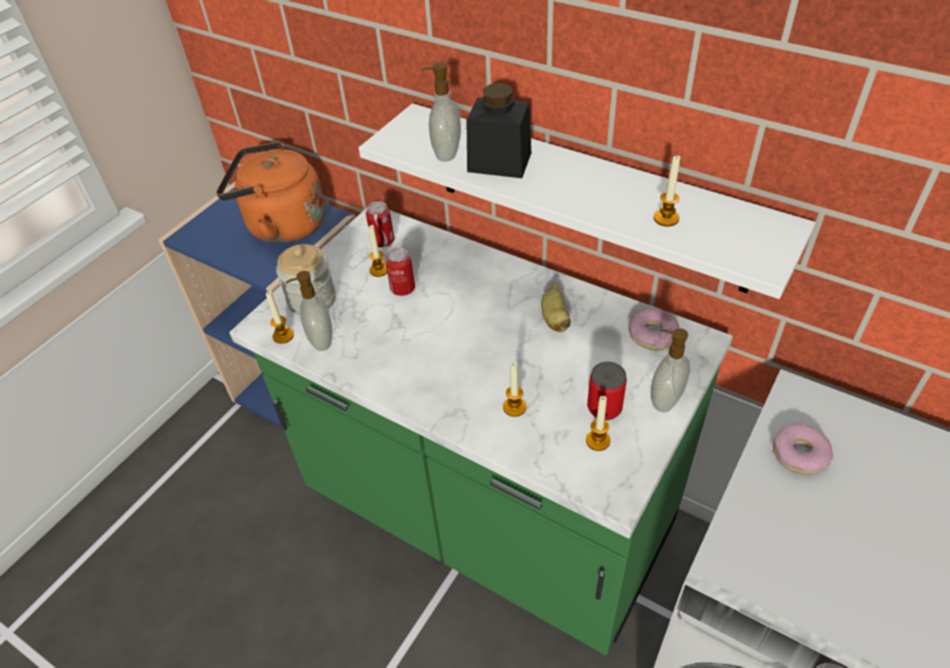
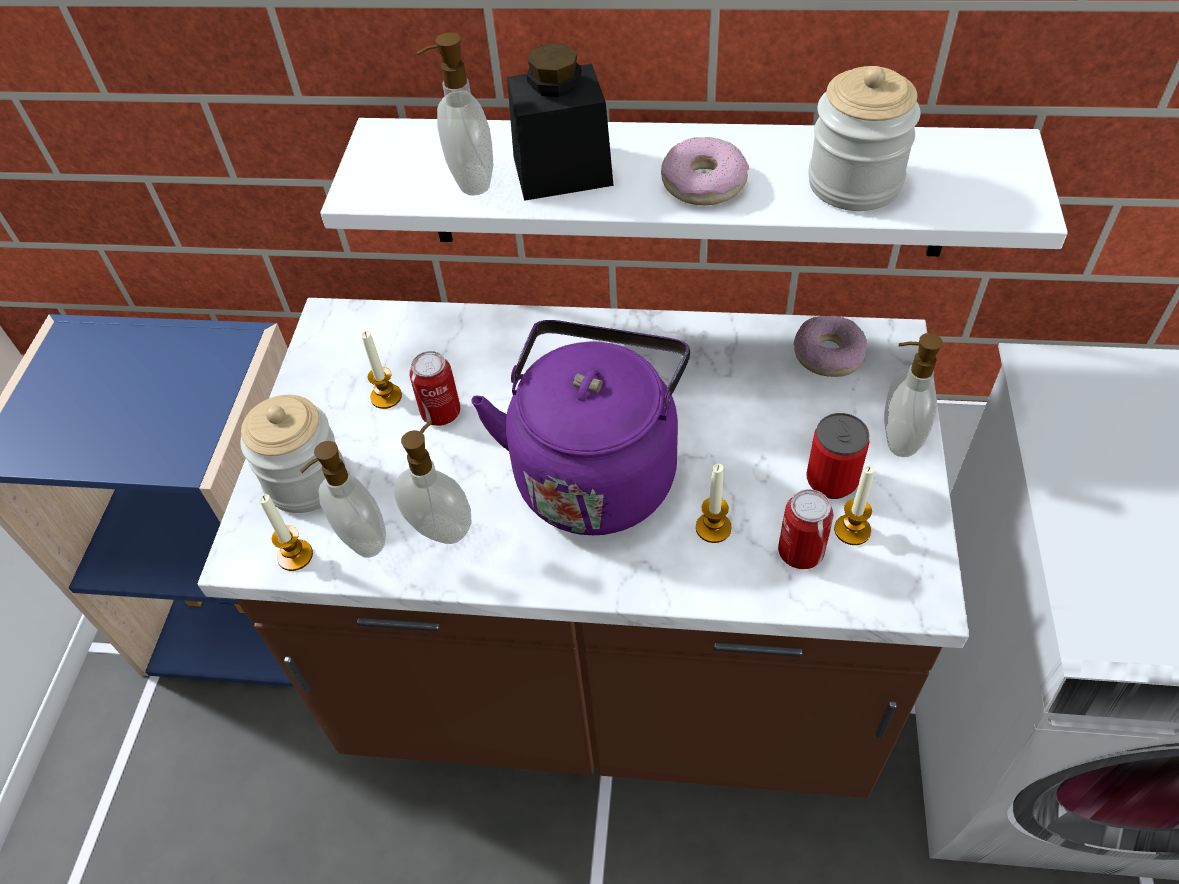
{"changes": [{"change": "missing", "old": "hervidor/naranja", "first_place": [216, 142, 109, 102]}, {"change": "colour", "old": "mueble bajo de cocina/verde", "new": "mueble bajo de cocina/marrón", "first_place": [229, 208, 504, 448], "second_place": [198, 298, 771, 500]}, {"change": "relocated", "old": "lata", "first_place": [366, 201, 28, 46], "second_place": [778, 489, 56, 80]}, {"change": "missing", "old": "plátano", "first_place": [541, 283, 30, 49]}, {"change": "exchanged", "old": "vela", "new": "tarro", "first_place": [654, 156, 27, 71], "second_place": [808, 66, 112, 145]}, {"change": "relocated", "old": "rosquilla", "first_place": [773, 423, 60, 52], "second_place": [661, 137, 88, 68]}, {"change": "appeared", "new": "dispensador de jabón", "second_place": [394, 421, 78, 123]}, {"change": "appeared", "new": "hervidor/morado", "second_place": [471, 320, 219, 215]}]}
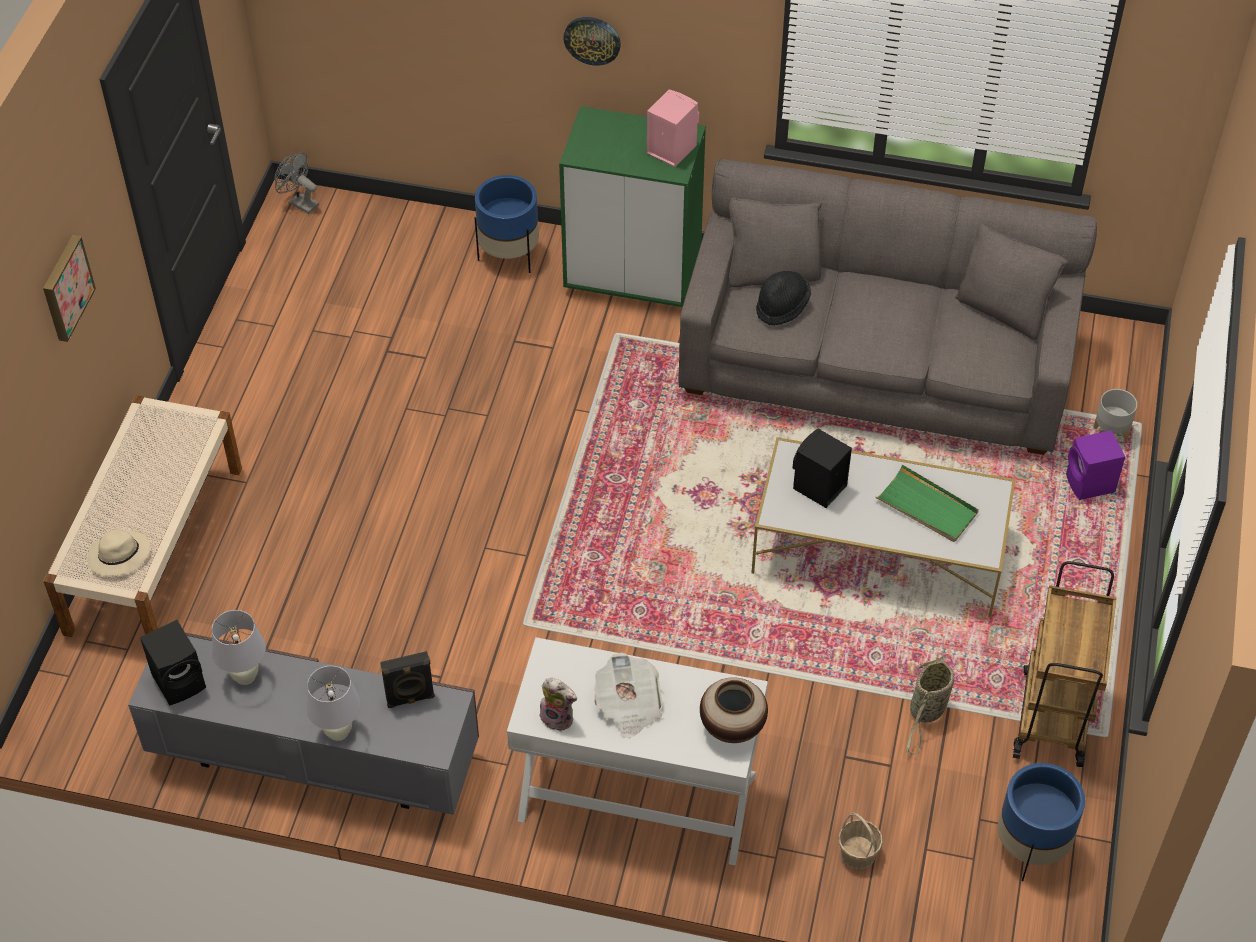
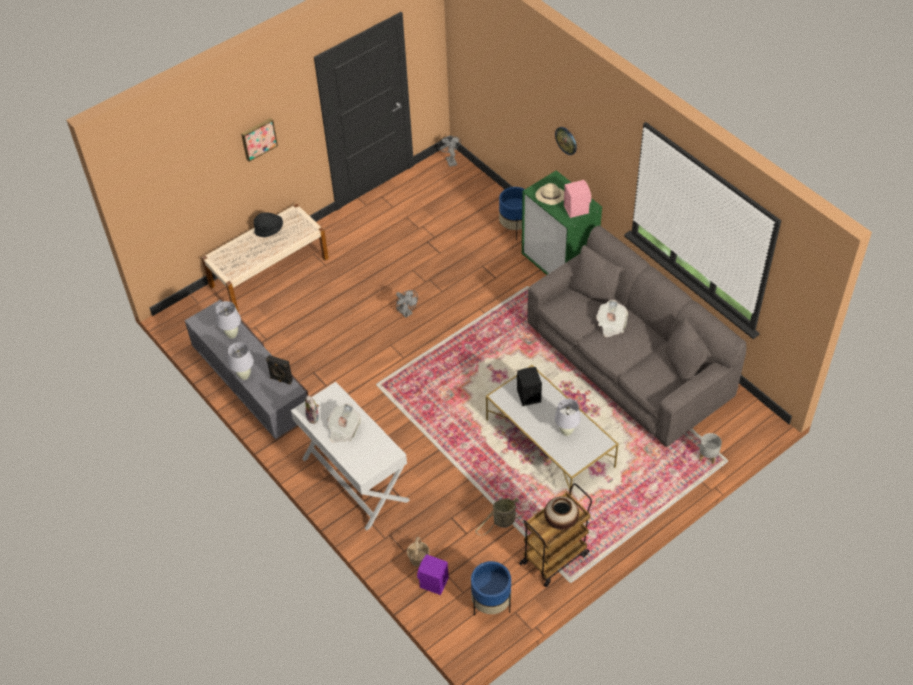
{"changes": [{"change": "relocated", "old": "sombrero/beis", "first_place": [87, 530, 63, 46], "second_place": [535, 183, 29, 22]}, {"change": "missing", "old": "altavoz/negro", "first_place": [140, 620, 66, 85]}, {"change": "relocated", "old": "florero", "first_place": [700, 677, 68, 66], "second_place": [544, 496, 35, 34]}, {"change": "relocated", "old": "sombrero/negro", "first_place": [756, 271, 55, 54], "second_place": [254, 212, 29, 25]}, {"change": "exchanged", "old": "bandeja/verde", "new": "lámpara de mesa/blanco", "first_place": [876, 464, 103, 78], "second_place": [554, 398, 27, 38]}, {"change": "relocated", "old": "altavoz/morado", "first_place": [1066, 430, 59, 70], "second_place": [417, 554, 32, 41]}, {"change": "appeared", "new": "ventilador/gris", "second_place": [396, 290, 22, 28]}, {"change": "appeared", "new": "periódico", "second_place": [596, 300, 32, 37]}]}
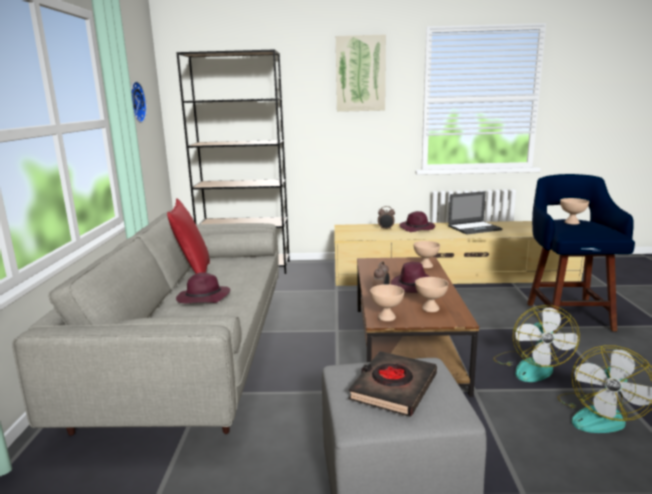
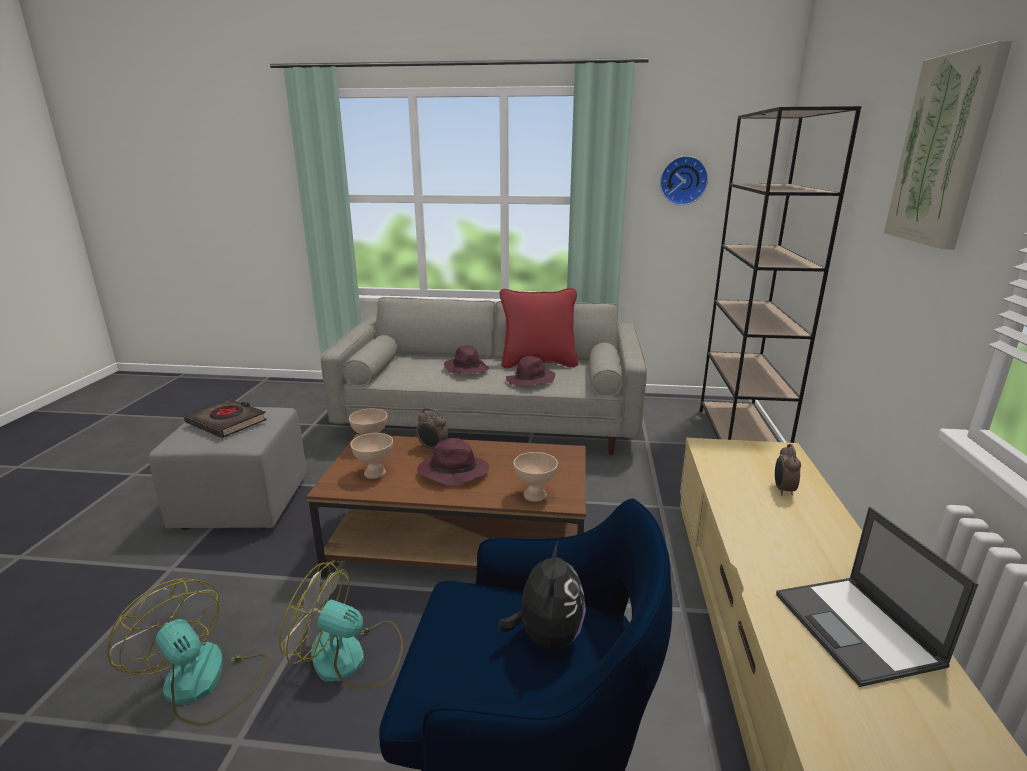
{"changes": [{"change": "relocated", "old": "sombrero/morado", "first_place": [399, 211, 36, 21], "second_place": [506, 356, 49, 30]}, {"change": "exchanged", "old": "cuenco/beis", "new": "peluche", "first_place": [560, 198, 29, 26], "second_place": [498, 541, 88, 110]}]}
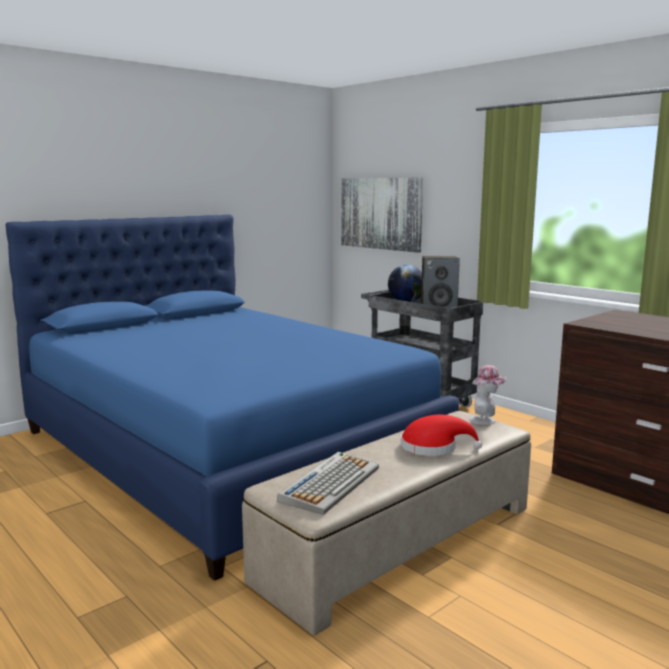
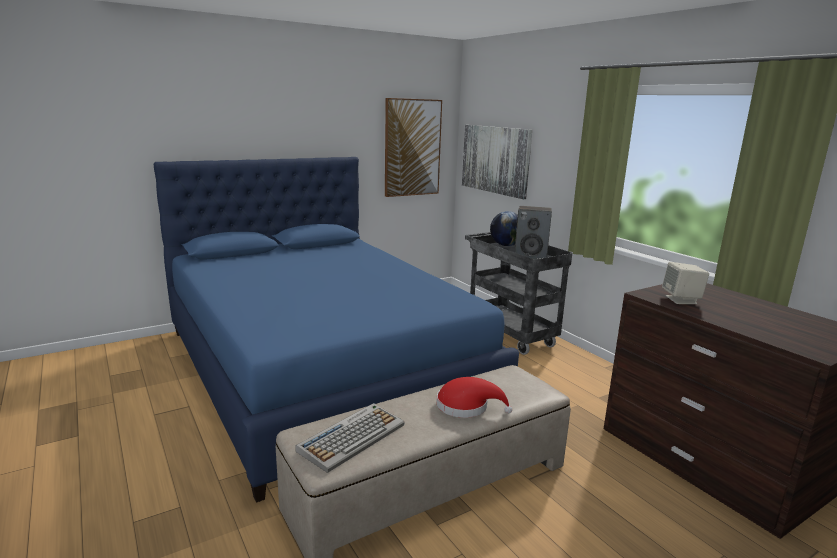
{"changes": [{"change": "missing", "old": "sombrero", "first_place": [469, 365, 38, 60]}, {"change": "appeared", "new": "cuadro", "second_place": [385, 98, 57, 99]}, {"change": "appeared", "new": "altavoz/beis", "second_place": [662, 262, 47, 42]}]}
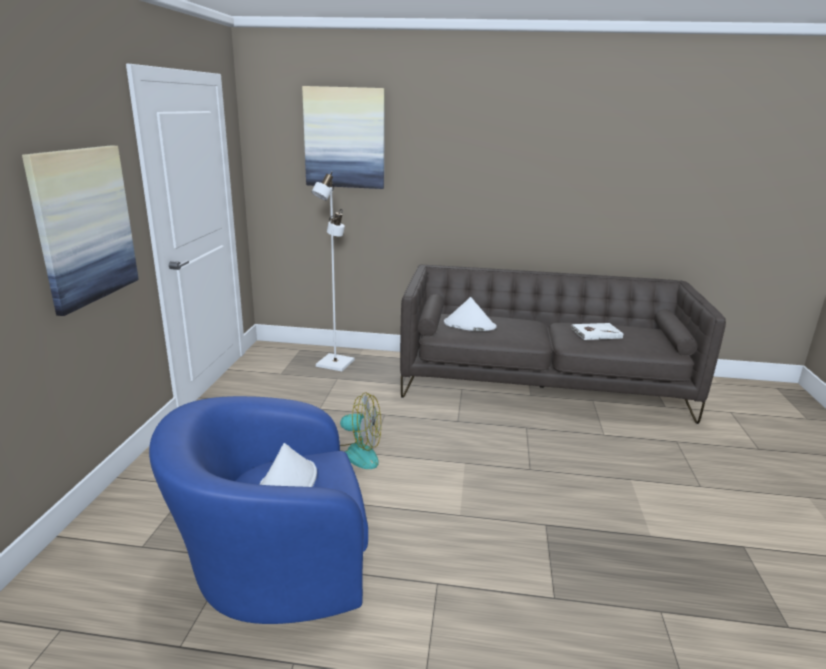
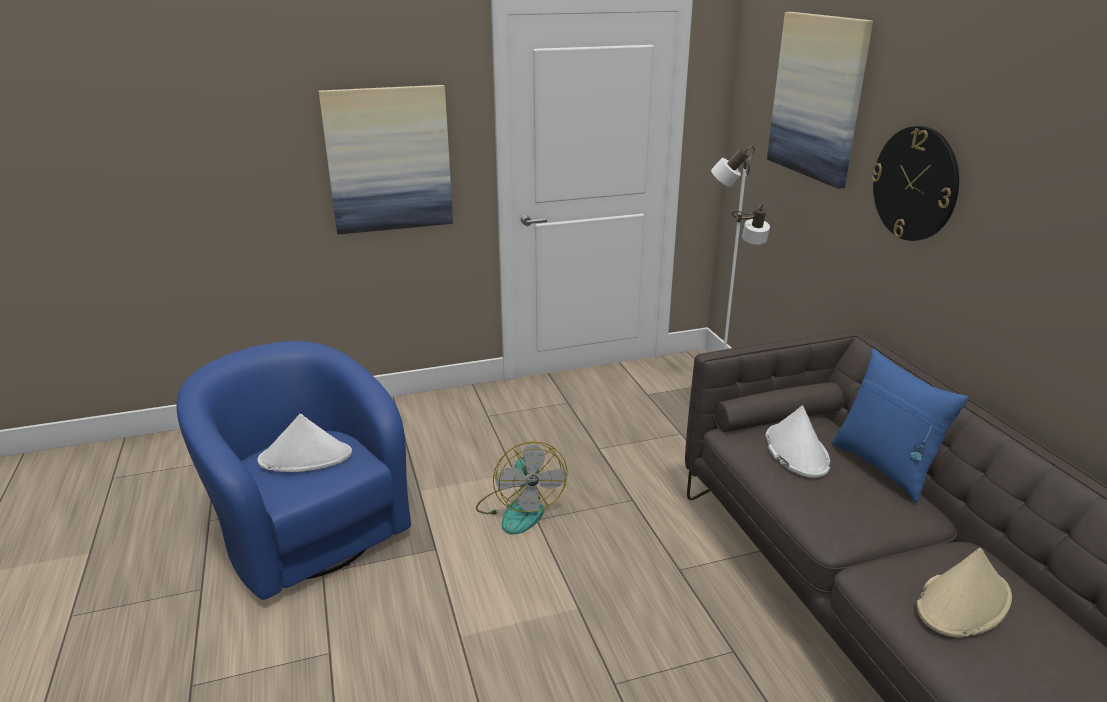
{"changes": [{"change": "exchanged", "old": "libro/blanco", "new": "sombrero/beis", "first_place": [571, 323, 52, 17], "second_place": [916, 548, 96, 89]}, {"change": "appeared", "new": "cojín/azul", "second_place": [831, 349, 137, 154]}, {"change": "appeared", "new": "reloj de pared", "second_place": [871, 126, 88, 115]}]}
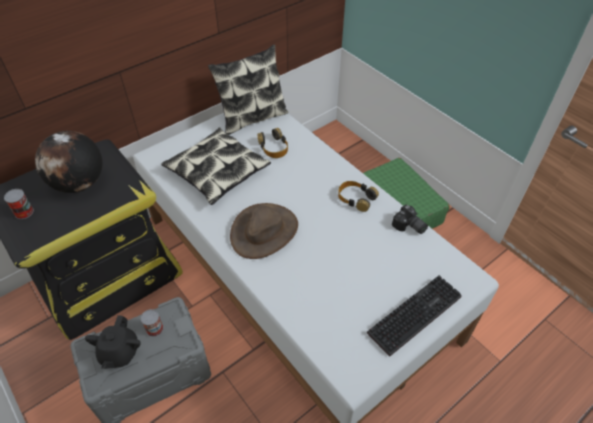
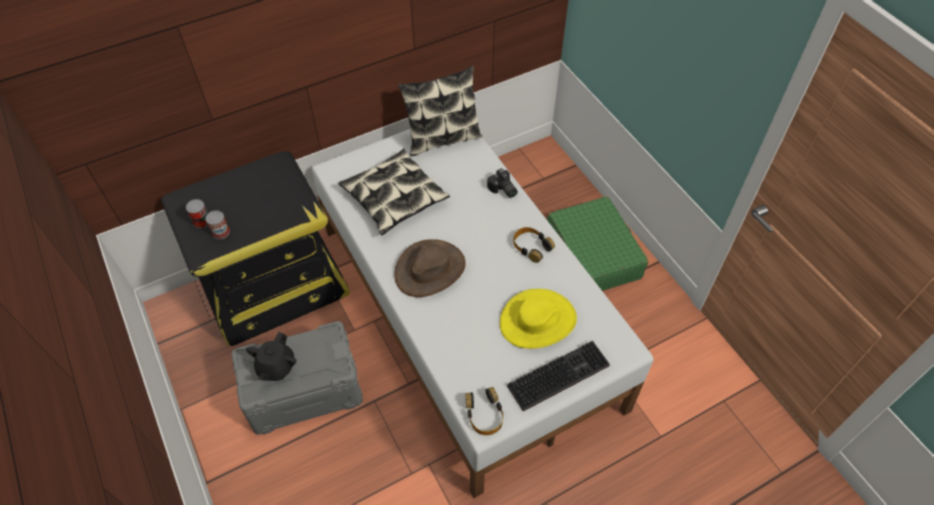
{"changes": [{"change": "missing", "old": "globo terráqueo", "first_place": [35, 131, 68, 62]}, {"change": "relocated", "old": "lata", "first_place": [141, 309, 22, 28], "second_place": [205, 210, 25, 30]}, {"change": "relocated", "old": "auriculares", "first_place": [258, 128, 30, 30], "second_place": [466, 387, 38, 48]}, {"change": "relocated", "old": "cámara", "first_place": [392, 204, 36, 30], "second_place": [487, 169, 31, 29]}, {"change": "appeared", "new": "sombrero/amarillo", "second_place": [500, 289, 77, 60]}]}
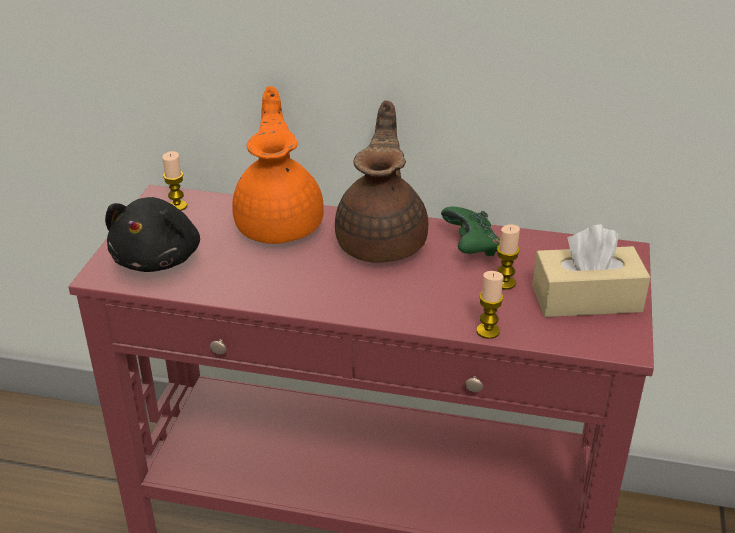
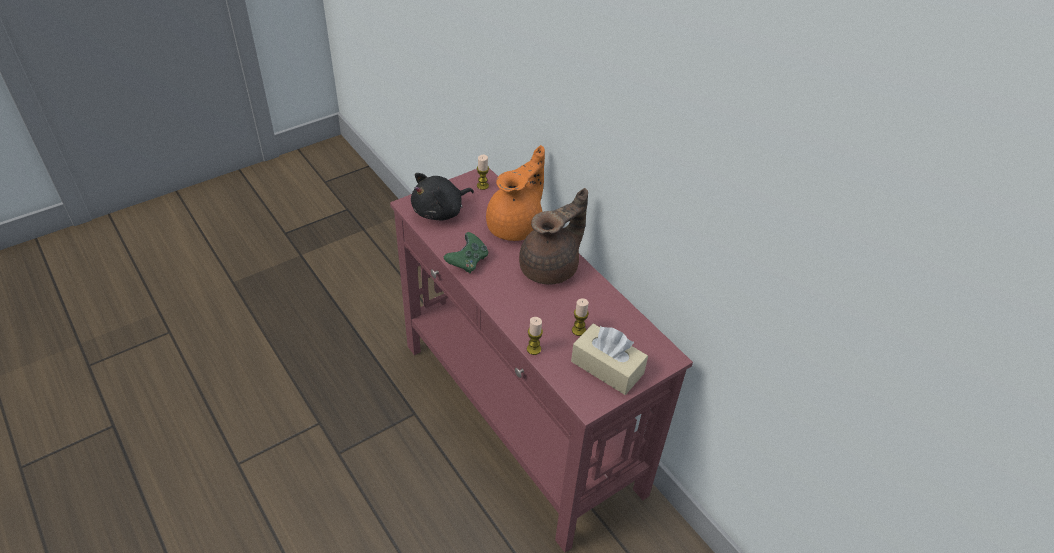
{"changes": [{"change": "relocated", "old": "mando de consola/verde", "first_place": [441, 207, 59, 49], "second_place": [444, 232, 44, 41]}]}
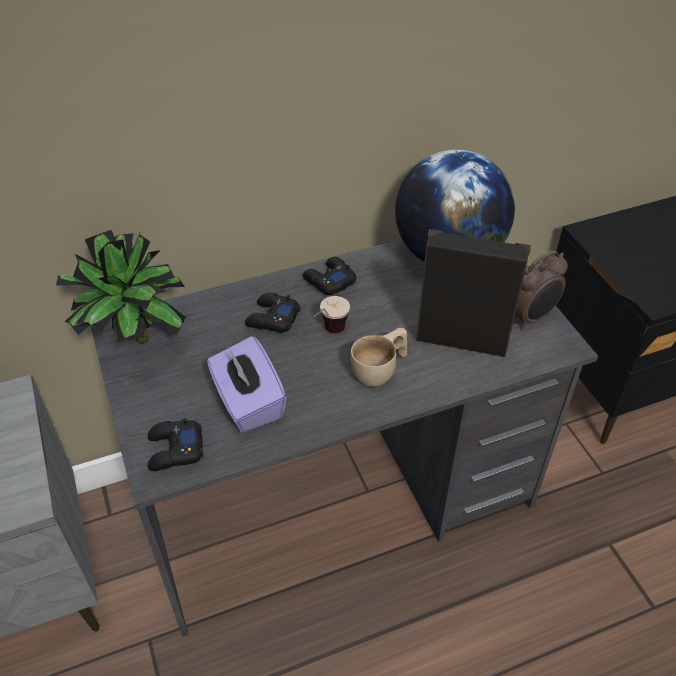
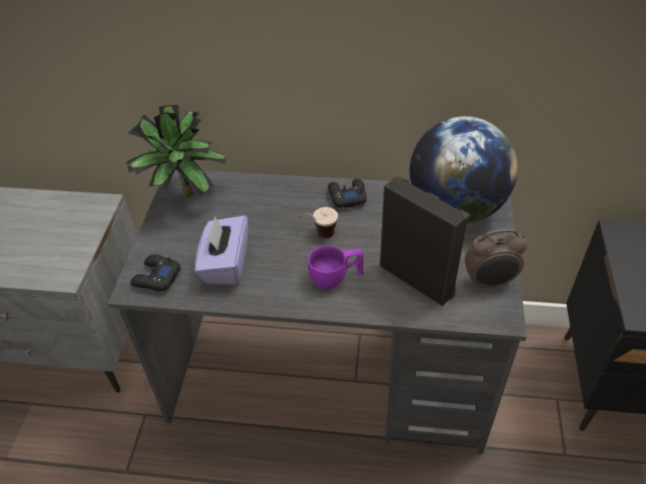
{"changes": [{"change": "missing", "old": "mando de consola/negro", "first_place": [245, 292, 56, 40]}, {"change": "colour", "old": "taza/beis", "new": "taza/morado", "first_place": [351, 328, 57, 59], "second_place": [308, 246, 56, 43]}]}
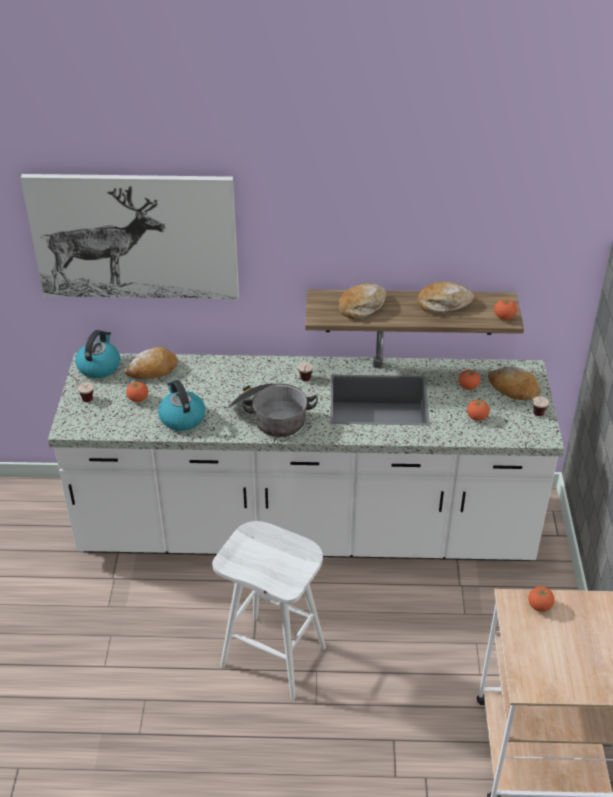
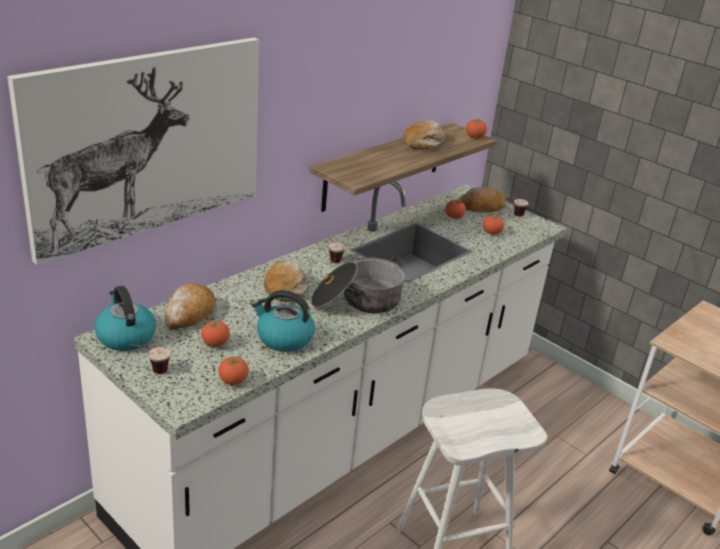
{"changes": [{"change": "relocated", "old": "pan", "first_place": [339, 283, 48, 36], "second_place": [264, 260, 43, 42]}, {"change": "relocated", "old": "tomate", "first_place": [528, 586, 27, 26], "second_place": [218, 357, 31, 28]}]}
